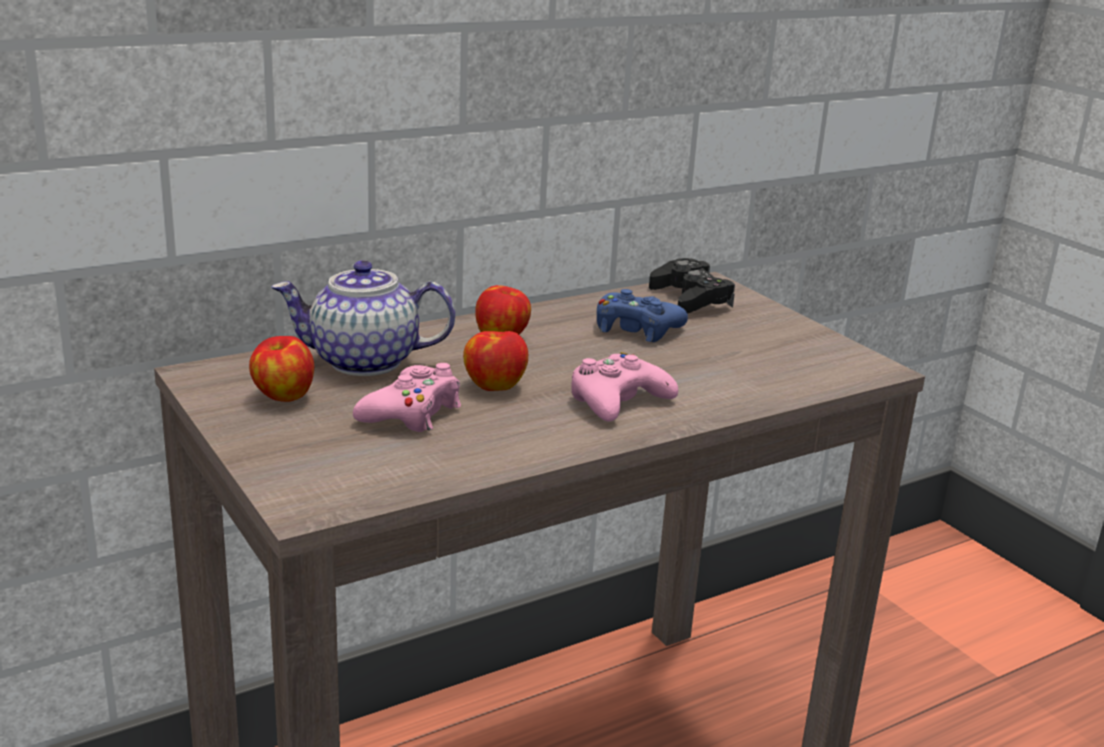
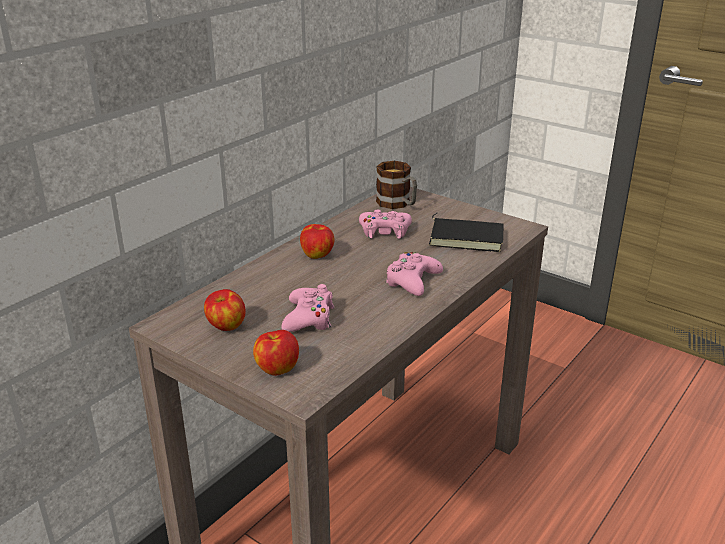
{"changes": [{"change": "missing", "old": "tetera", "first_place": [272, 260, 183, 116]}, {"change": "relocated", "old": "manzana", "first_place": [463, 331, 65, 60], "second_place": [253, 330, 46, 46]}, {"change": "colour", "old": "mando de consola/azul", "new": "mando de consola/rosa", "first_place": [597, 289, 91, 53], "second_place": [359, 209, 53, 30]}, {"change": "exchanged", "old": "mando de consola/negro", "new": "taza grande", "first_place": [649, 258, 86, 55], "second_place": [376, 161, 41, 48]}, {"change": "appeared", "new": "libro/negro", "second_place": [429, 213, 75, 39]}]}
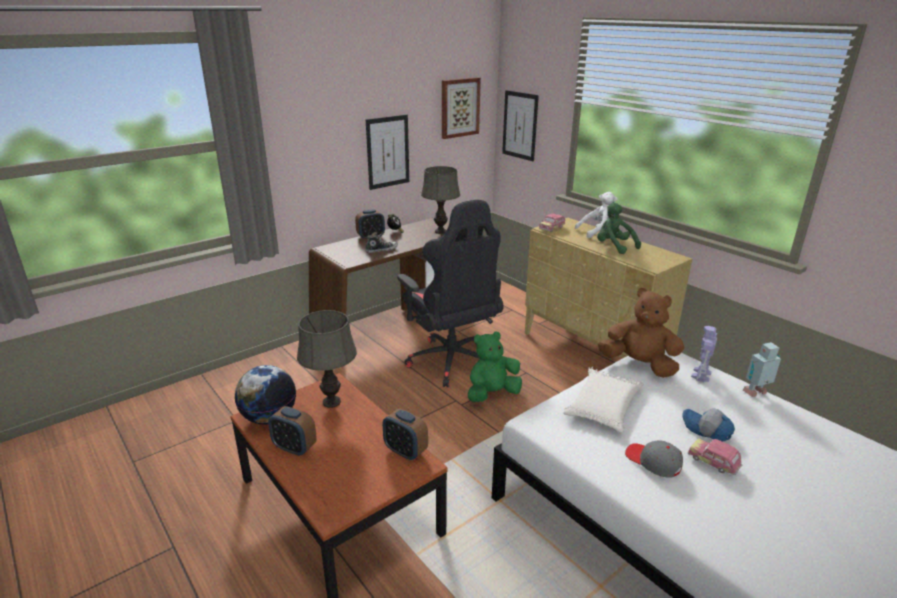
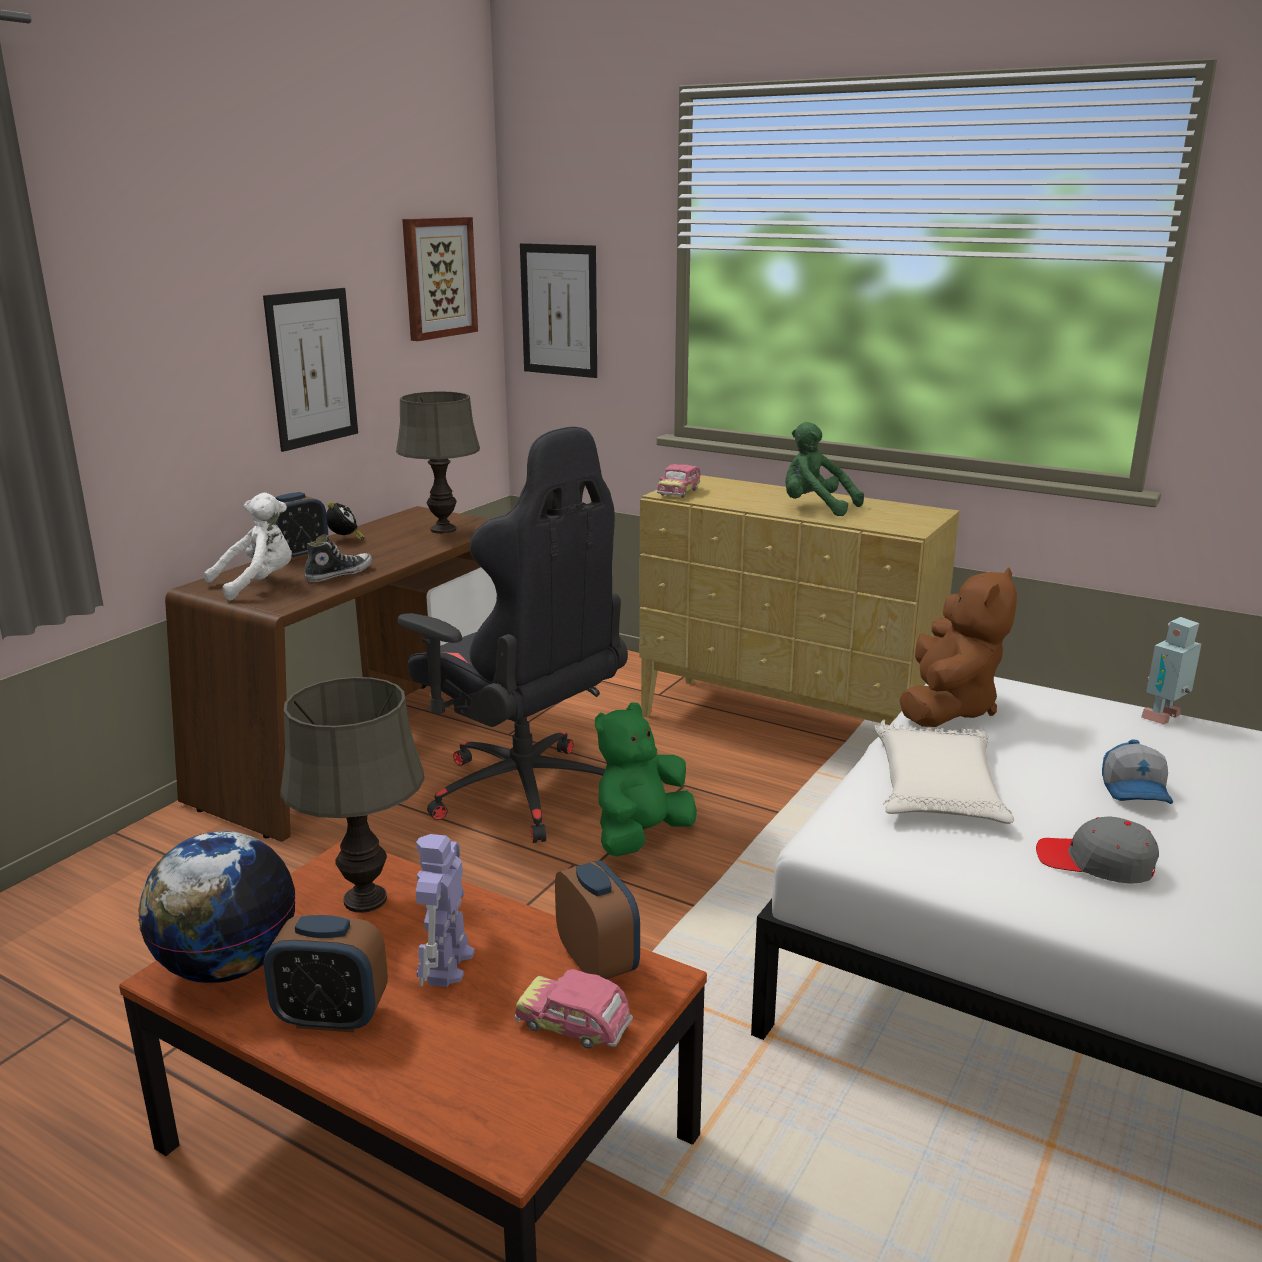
{"changes": [{"change": "spun", "old": "despertador", "first_place": [383, 408, 45, 53], "second_place": [555, 860, 85, 119], "degrees": -135}, {"change": "relocated", "old": "peluche/blanco", "first_place": [575, 192, 43, 47], "second_place": [204, 493, 88, 108]}, {"change": "spun", "old": "peluche/marrón", "first_place": [598, 288, 86, 90], "second_place": [899, 567, 118, 160], "degrees": 105}, {"change": "spun", "old": "gorra", "first_place": [682, 408, 53, 33], "second_place": [1102, 739, 71, 65], "degrees": -105}, {"change": "relocated", "old": "coche de juguete", "first_place": [688, 439, 54, 36], "second_place": [515, 969, 118, 80]}, {"change": "relocated", "old": "robot de juguete", "first_place": [691, 326, 26, 56], "second_place": [416, 834, 59, 153]}]}
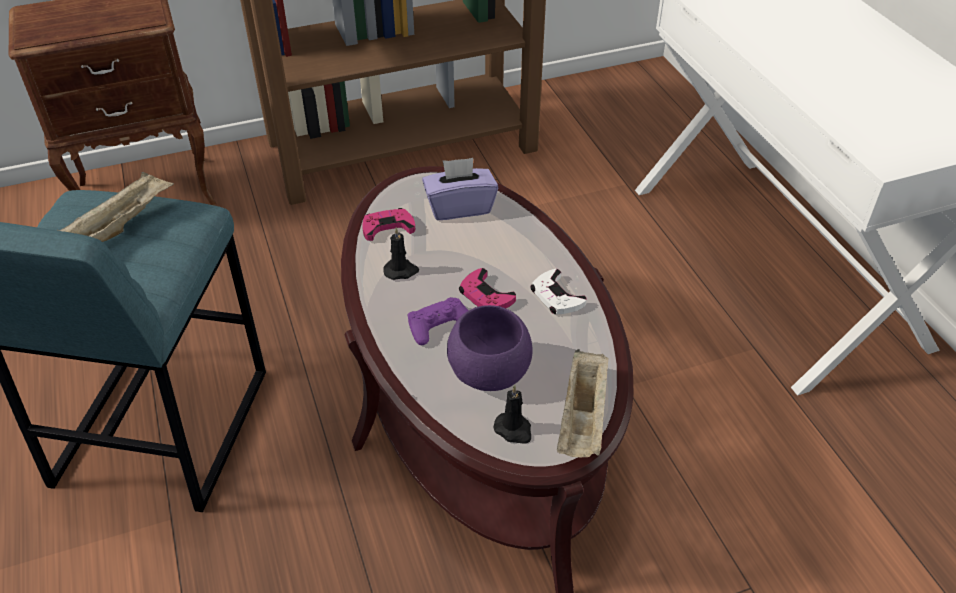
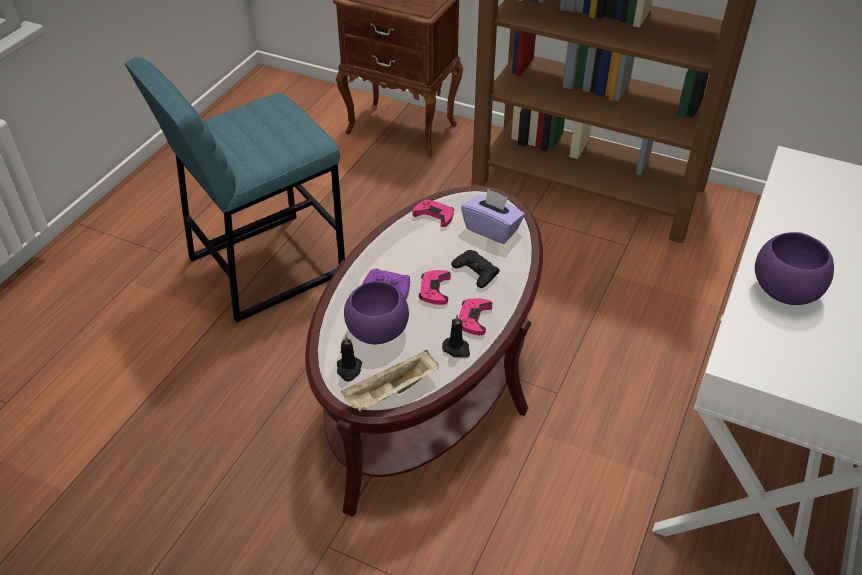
{"changes": [{"change": "missing", "old": "bandeja/beis", "first_place": [57, 171, 117, 71]}, {"change": "relocated", "old": "vela/negro", "first_place": [383, 227, 36, 53], "second_place": [442, 315, 28, 43]}, {"change": "colour", "old": "mando de consola/blanco", "new": "mando de consola/rosa", "first_place": [530, 269, 57, 45], "second_place": [458, 298, 34, 37]}, {"change": "appeared", "new": "mando de consola/negro", "second_place": [451, 250, 49, 38]}, {"change": "appeared", "new": "cuenco/morado", "second_place": [755, 232, 79, 73]}]}
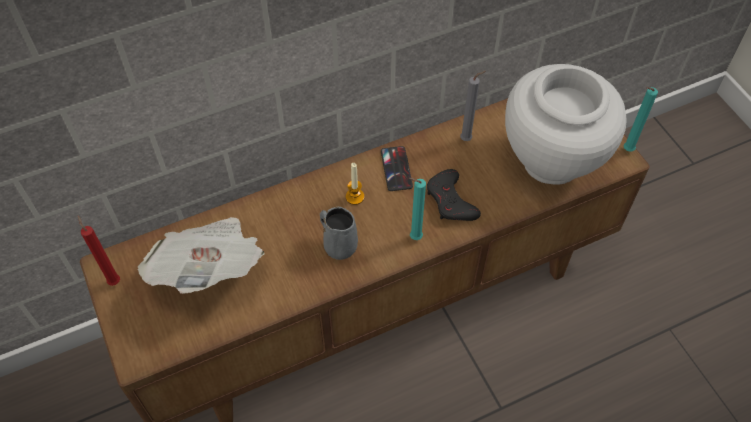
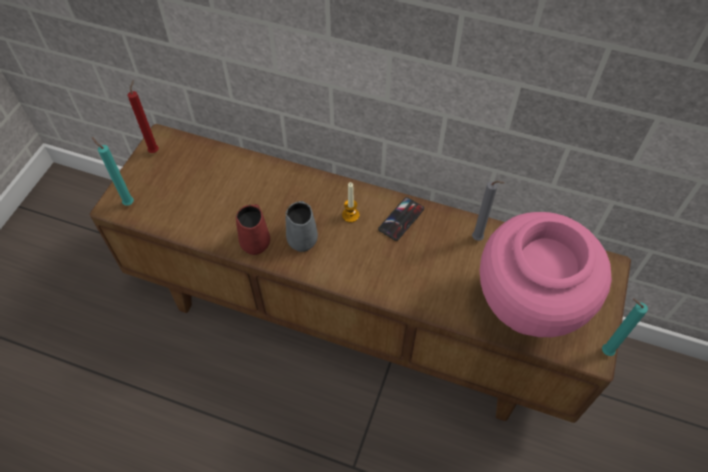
{"changes": [{"change": "missing", "old": "periódico", "first_place": [138, 217, 126, 77]}, {"change": "relocated", "old": "vela/turquesa", "first_place": [409, 178, 17, 62], "second_place": [92, 137, 42, 69]}, {"change": "missing", "old": "mando de consola/negro", "first_place": [427, 169, 54, 52]}, {"change": "colour", "old": "florero/blanco", "new": "florero/rosa", "first_place": [505, 64, 122, 121], "second_place": [480, 212, 132, 125]}, {"change": "appeared", "new": "taza grande/rojo", "second_place": [235, 204, 35, 51]}]}
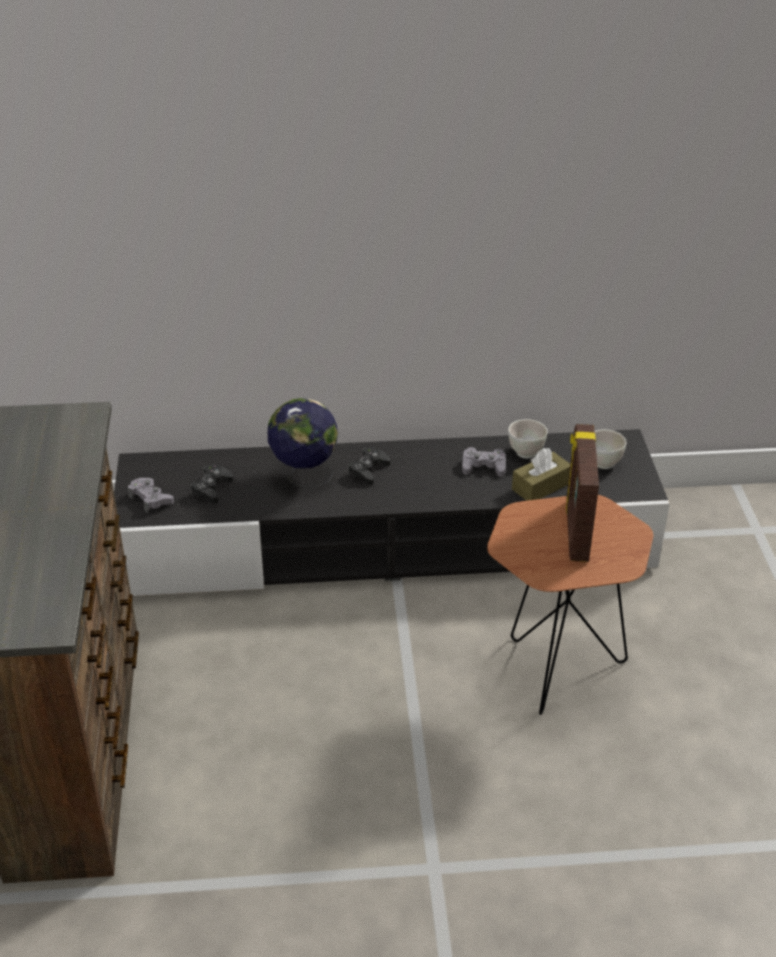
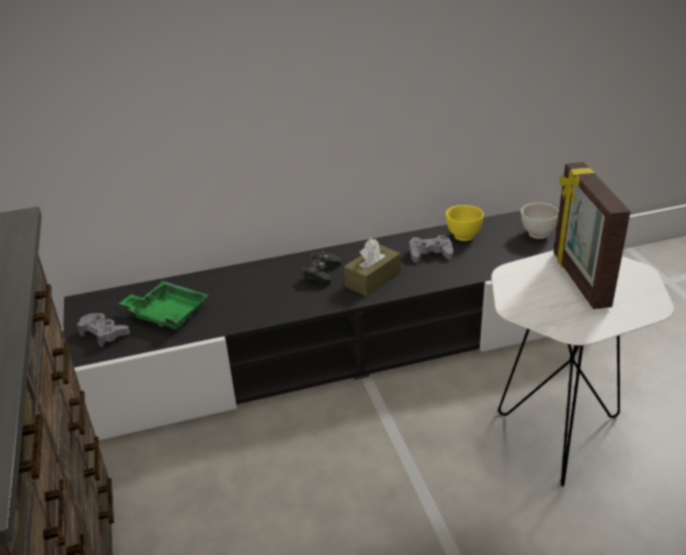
{"changes": [{"change": "exchanged", "old": "mando de consola/negro", "new": "bandeja/verde", "first_place": [190, 464, 43, 39], "second_place": [119, 281, 89, 49]}, {"change": "missing", "old": "globo terráqueo", "first_place": [268, 398, 70, 90]}, {"change": "colour", "old": "mesa auxiliar/marrón", "new": "mesa auxiliar/blanco", "first_place": [487, 495, 166, 220], "second_place": [491, 250, 183, 237]}, {"change": "colour", "old": "cuenco/blanco", "new": "cuenco/amarillo", "first_place": [508, 419, 40, 39], "second_place": [446, 205, 38, 36]}, {"change": "relocated", "old": "caja de pañuelos/marrón", "first_place": [512, 448, 58, 53], "second_place": [344, 239, 56, 57]}]}
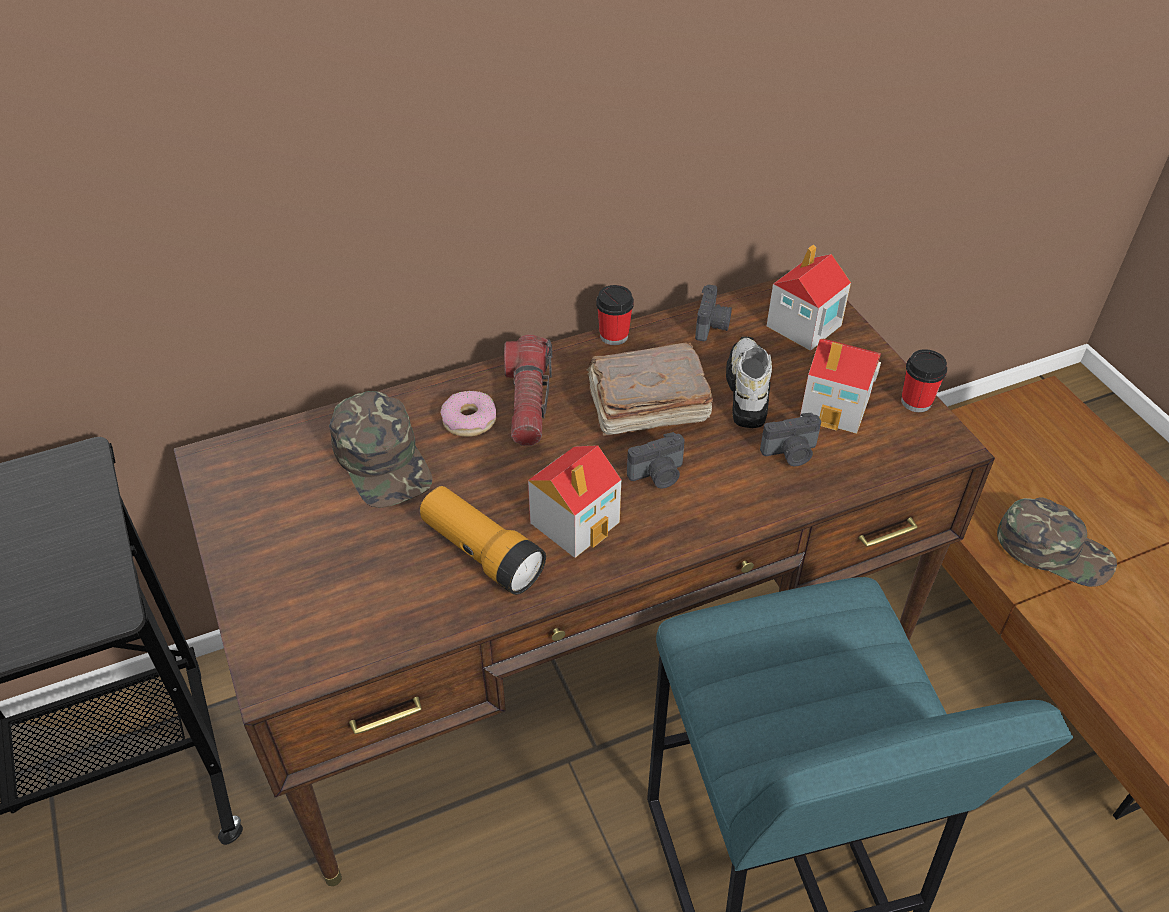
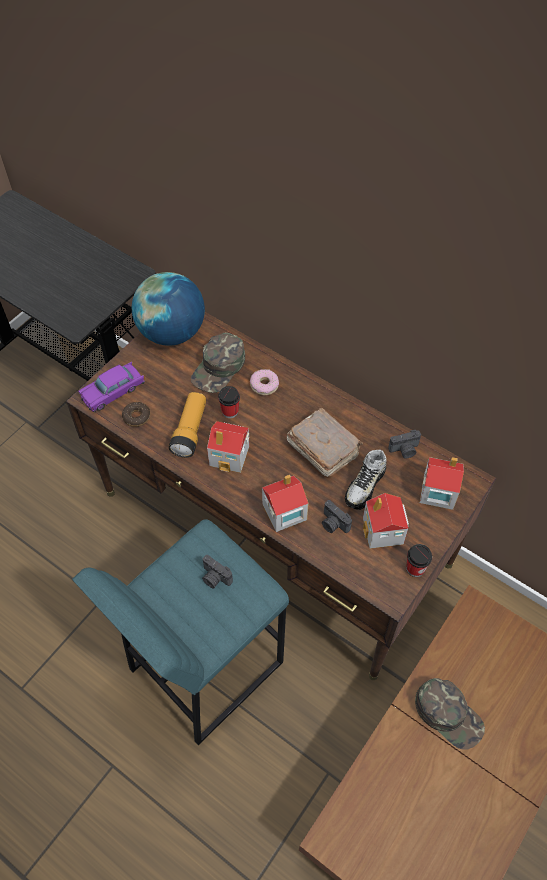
{"changes": [{"change": "missing", "old": "linterna", "first_place": [504, 334, 48, 112]}, {"change": "relocated", "old": "taza", "first_place": [596, 285, 38, 60], "second_place": [218, 386, 22, 32]}, {"change": "relocated", "old": "cámara", "first_place": [627, 432, 58, 56], "second_place": [202, 555, 31, 34]}, {"change": "spun", "old": "zapato", "first_place": [726, 337, 46, 91], "second_place": [345, 450, 42, 60], "degrees": 150}, {"change": "spun", "old": "gorra/verde", "first_place": [997, 497, 120, 90], "second_place": [415, 678, 70, 72], "degrees": -45}, {"change": "appeared", "new": "coche de juguete/morado", "second_place": [78, 362, 67, 50]}, {"change": "appeared", "new": "rosquilla", "second_place": [122, 402, 28, 25]}, {"change": "appeared", "new": "globo terráqueo", "second_place": [132, 272, 73, 74]}, {"change": "appeared", "new": "casita", "second_place": [262, 475, 47, 57]}]}
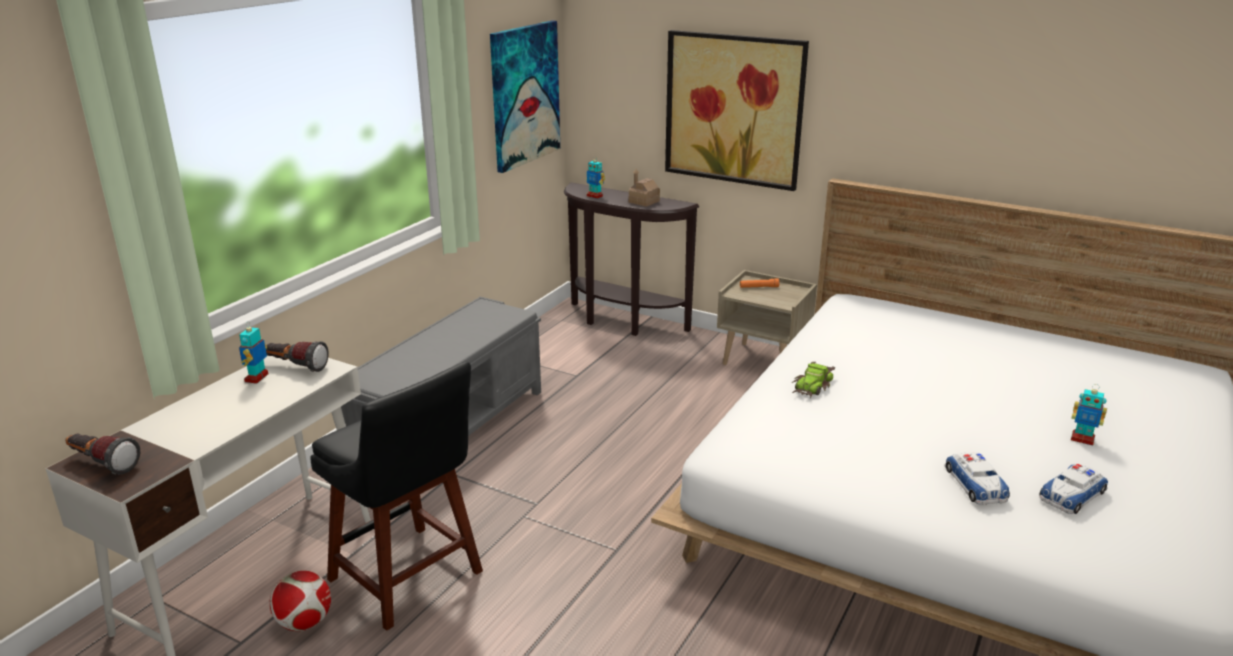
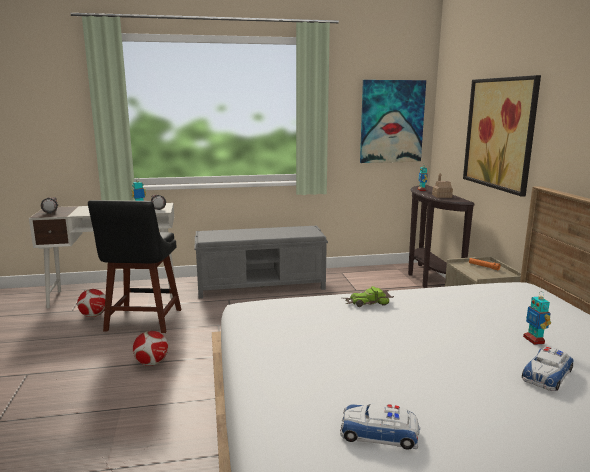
{"changes": [{"change": "relocated", "old": "coche de juguete", "first_place": [944, 452, 66, 53], "second_place": [522, 347, 52, 44]}, {"change": "relocated", "old": "robot de juguete", "first_place": [1071, 385, 36, 61], "second_place": [523, 295, 28, 50]}, {"change": "appeared", "new": "balón de fútbol", "second_place": [133, 331, 35, 35]}]}
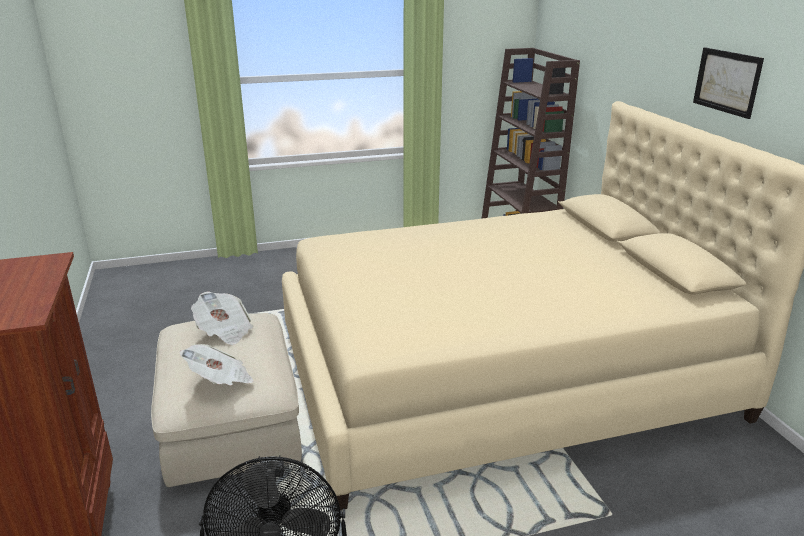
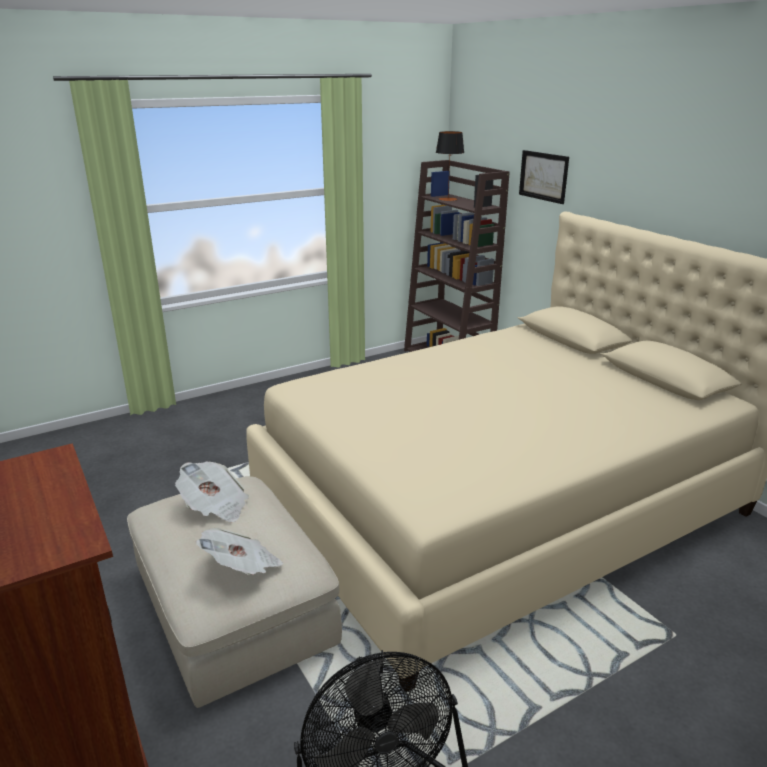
{"changes": [{"change": "relocated", "old": "cuadro", "first_place": [693, 47, 71, 72], "second_place": [519, 150, 50, 54]}, {"change": "appeared", "new": "lámpara de mesa", "second_place": [436, 131, 28, 70]}]}
